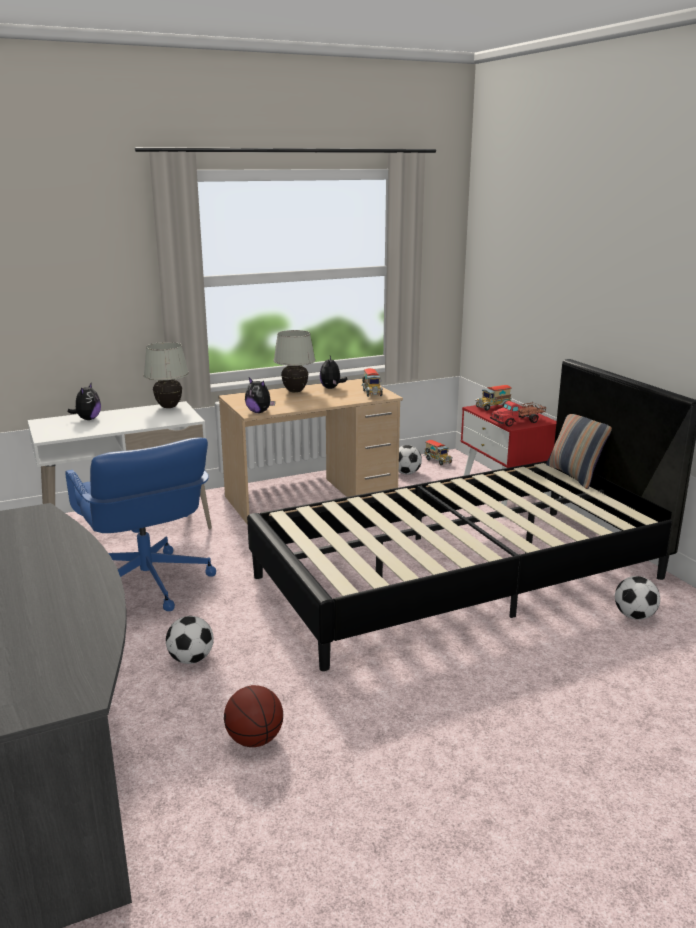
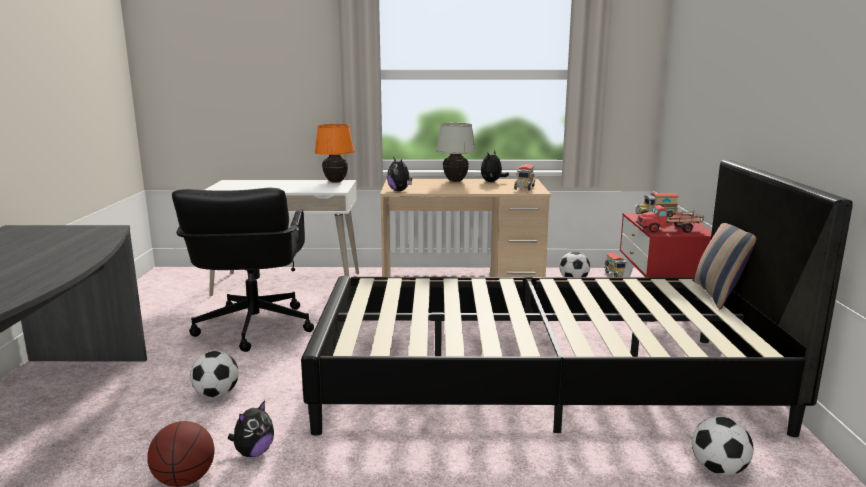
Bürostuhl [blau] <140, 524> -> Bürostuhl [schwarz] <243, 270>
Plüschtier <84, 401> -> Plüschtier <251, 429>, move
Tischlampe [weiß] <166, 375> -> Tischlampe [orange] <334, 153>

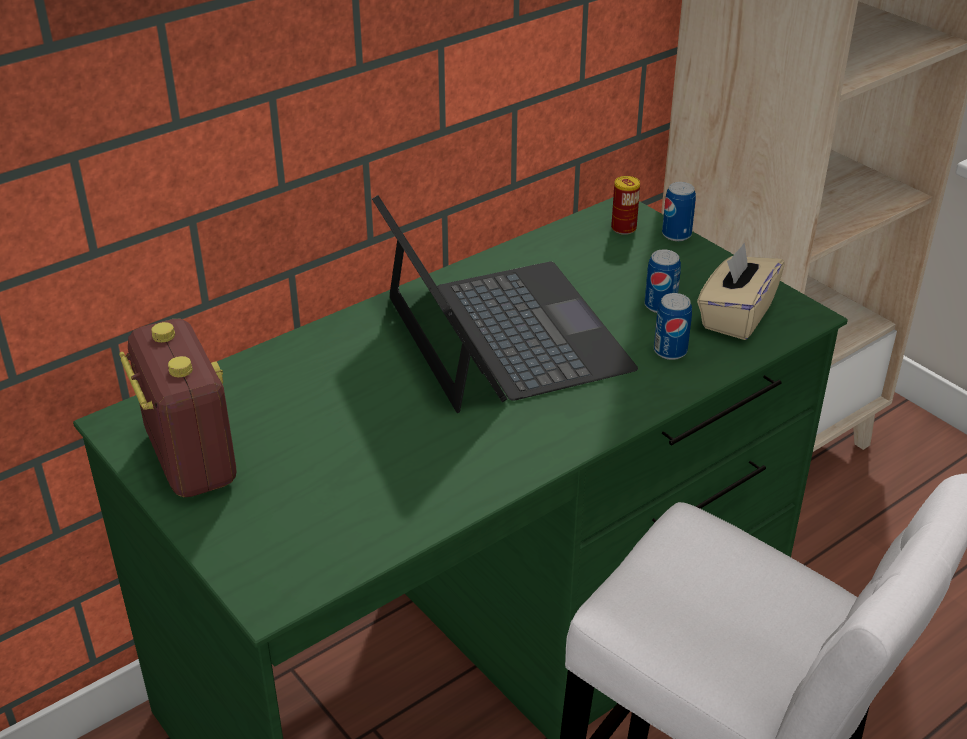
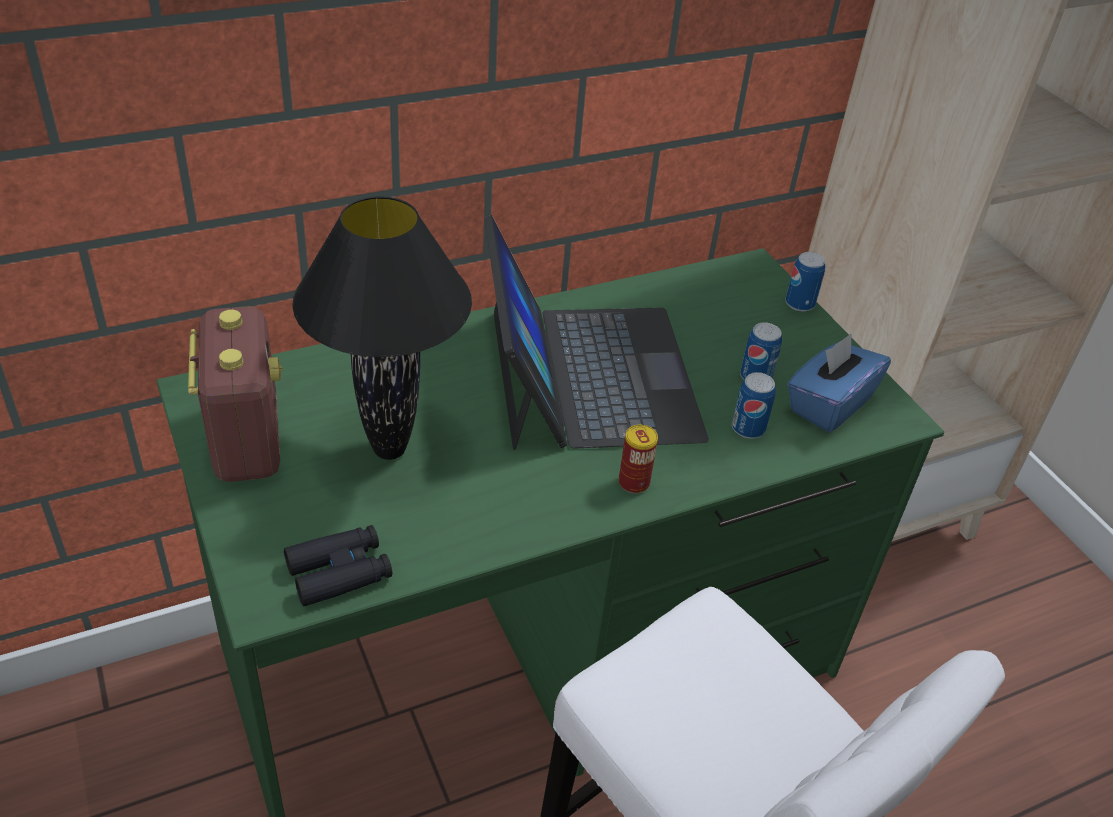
none -> Fernglas [schwarz] <338, 565>
none -> Tischlampe [schwarz] <382, 328>
Dose <625, 205> -> Dose <638, 459>, move
Taschentuchbox [beige] <741, 291> -> Taschentuchbox [blau] <839, 383>

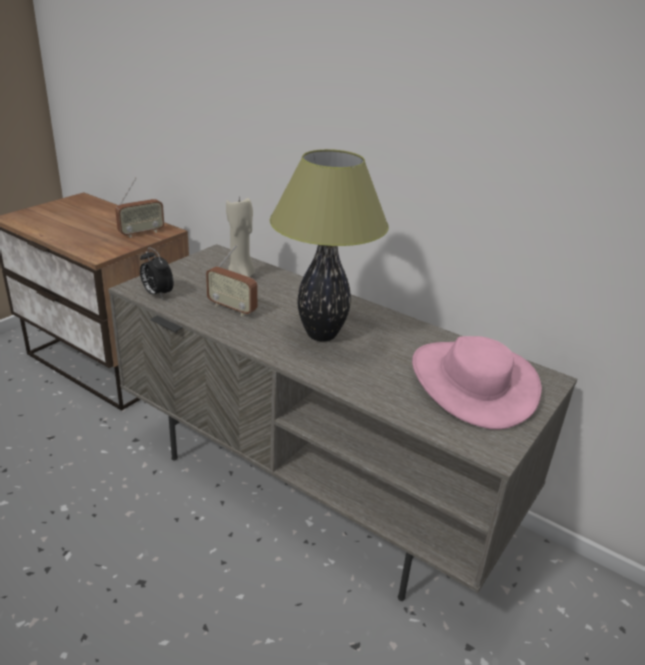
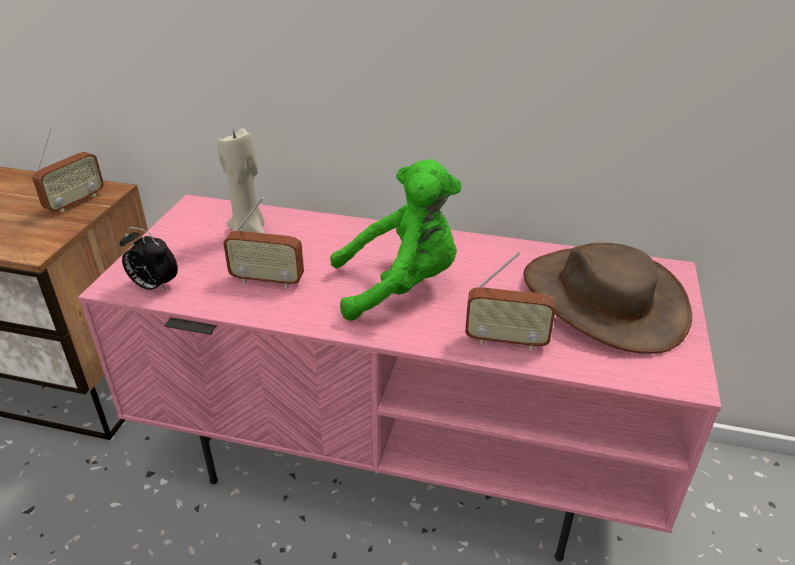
Fernsehschrank [grau] <342, 422> -> Fernsehschrank [rosa] <399, 378>
Tischlampe <329, 245> -> Plüschtier [grün] <395, 240>
none -> Radio <510, 301>
Hut [rosa] <477, 383> -> Hut [braun] <608, 298>

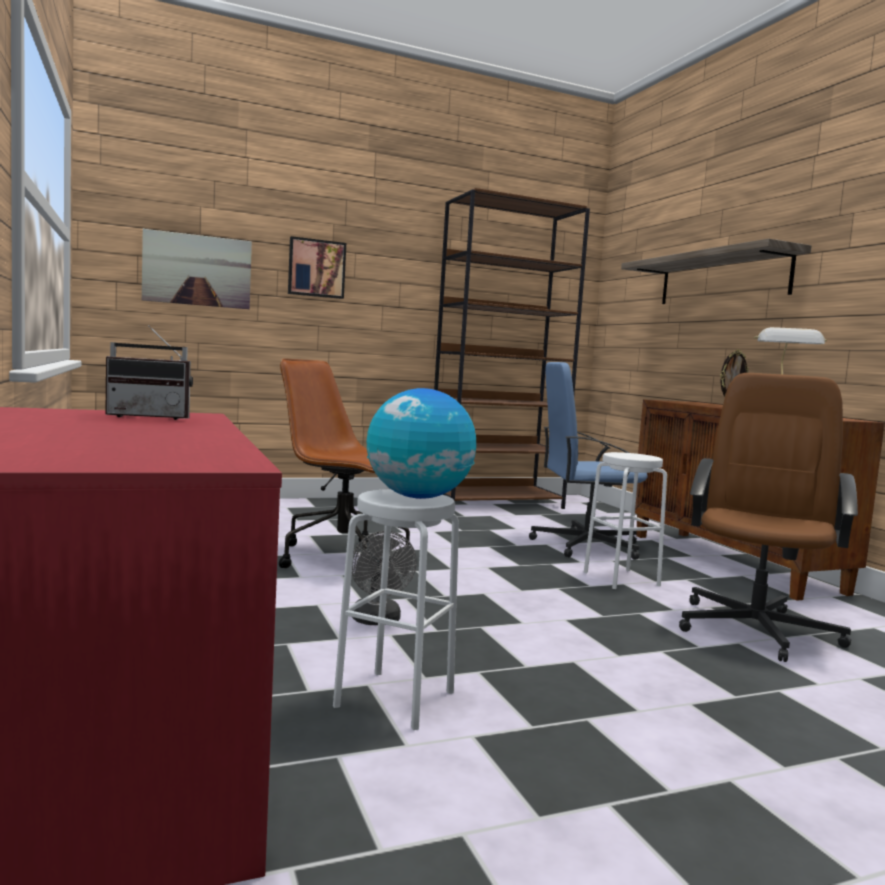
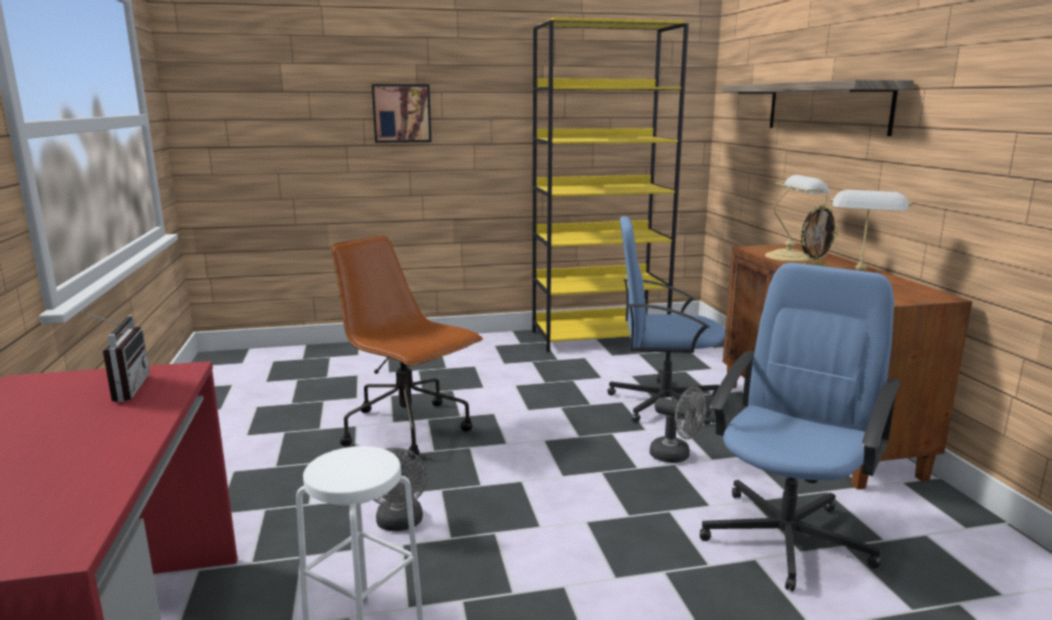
Radio <149, 372> -> Radio <116, 357>, 105 degrees counterclockwise
Bücherregal [braun] <512, 348> -> Bücherregal [gelb] <610, 185>
Hocker [weiß] <625, 520> -> Ventilator [grau] <678, 425>
Bürostuhl [braun] <768, 517> -> Bürostuhl [blau] <800, 427>
none -> Tischlampe <798, 218>
Bild <197, 269> -> none
Globus <421, 443> -> none

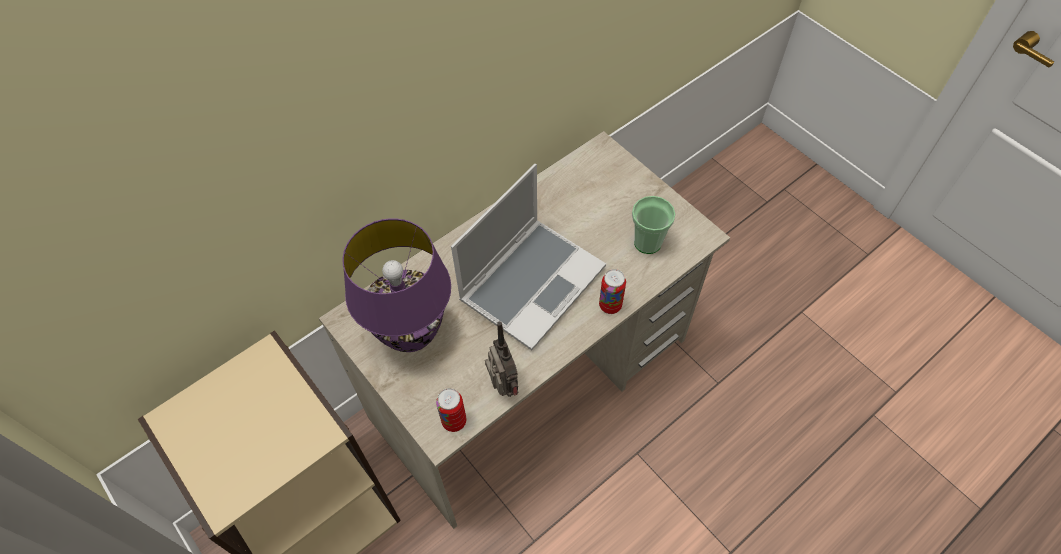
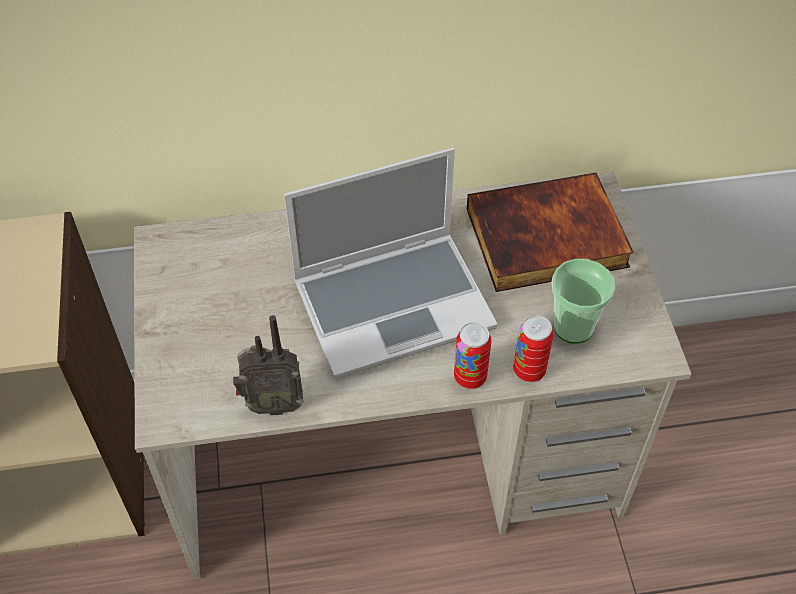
Radio <501, 359> -> Radio <268, 365>, 75 degrees clockwise
none -> Buch <550, 232>
Dose <451, 410> -> Dose <533, 348>, move
Tischlampe [lila] <396, 285> -> none

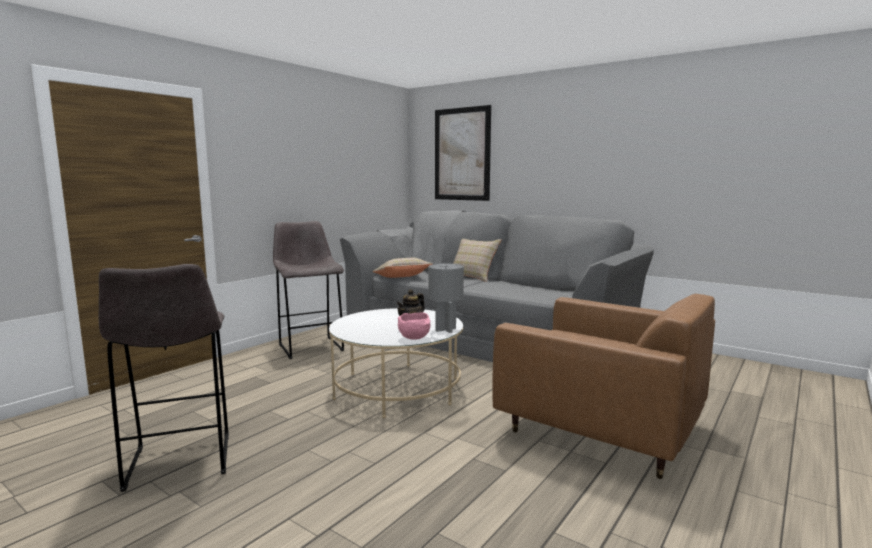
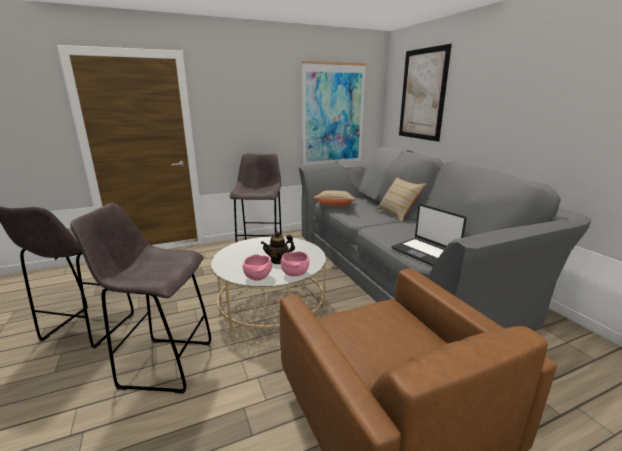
none -> Hocker [grau] <141, 298>
Tischlampe [grau] <446, 298> -> Schüssel [rosa] <295, 263>
none -> Bild <334, 113>
none -> Laptop <429, 235>

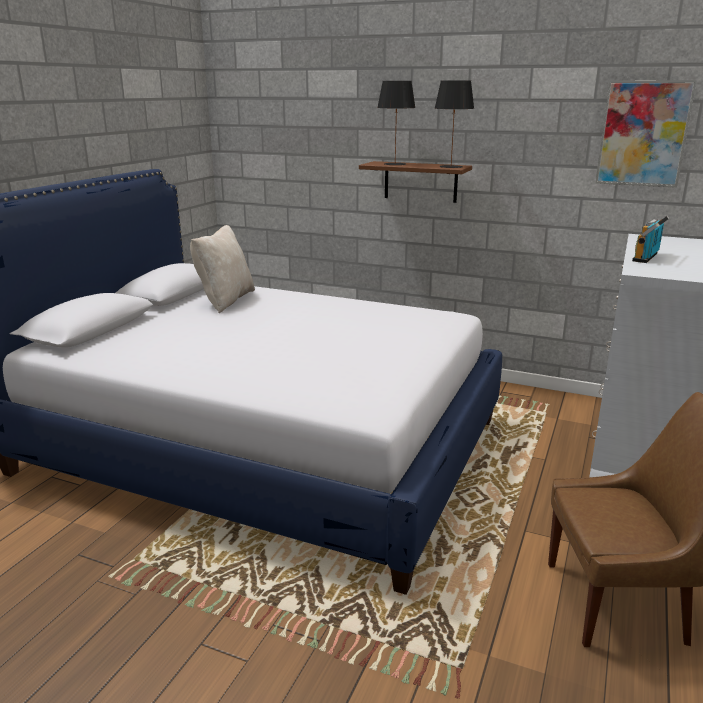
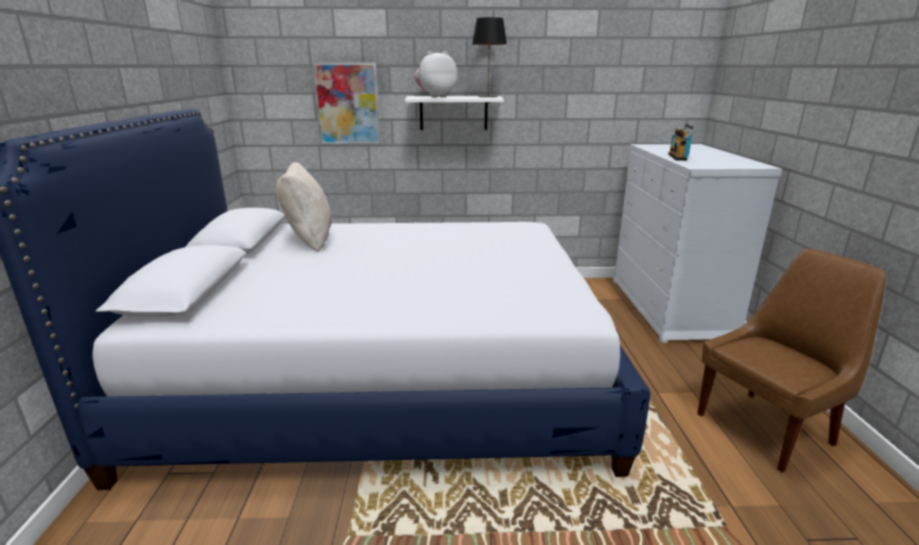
Bild <646, 134> -> Bild <346, 103>, move
Wandregal [braun] <415, 182> -> Wandregal [weiß] <454, 113>
Tischlampe [schwarz] <396, 123> -> Plüschtier <435, 74>

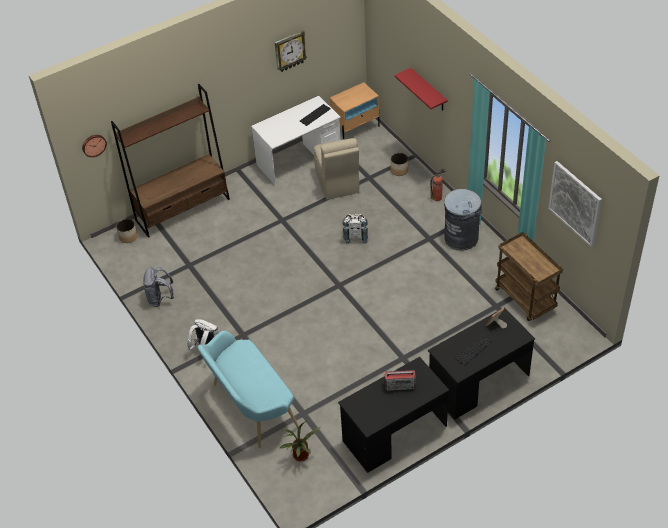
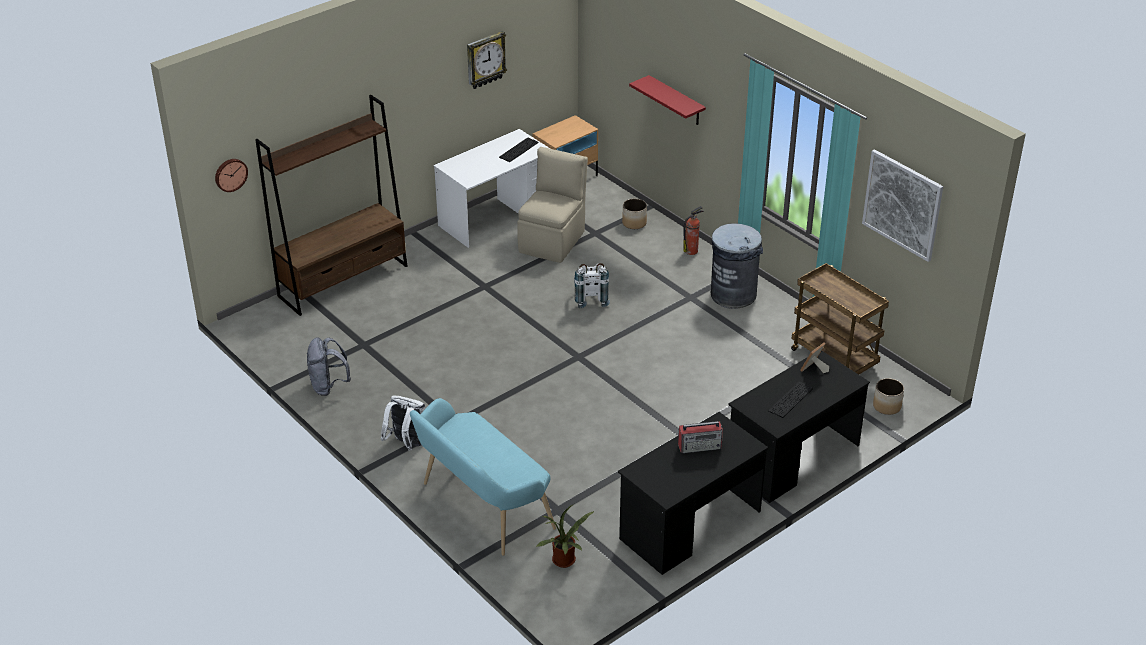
Stuhl [beige] <336, 169> -> Stuhl [beige] <552, 205>, 135 degrees counterclockwise
Pflanzkübel <126, 231> -> Pflanzkübel <888, 396>, move

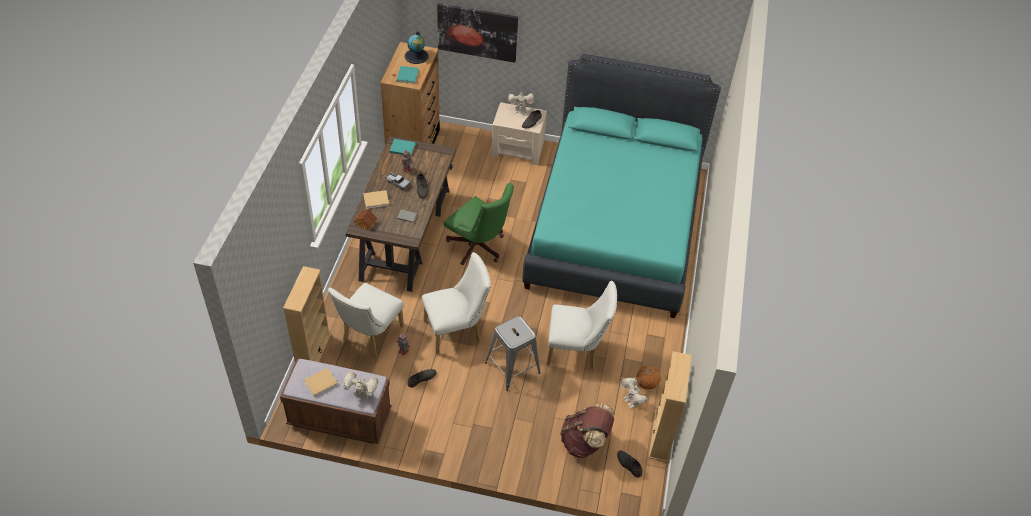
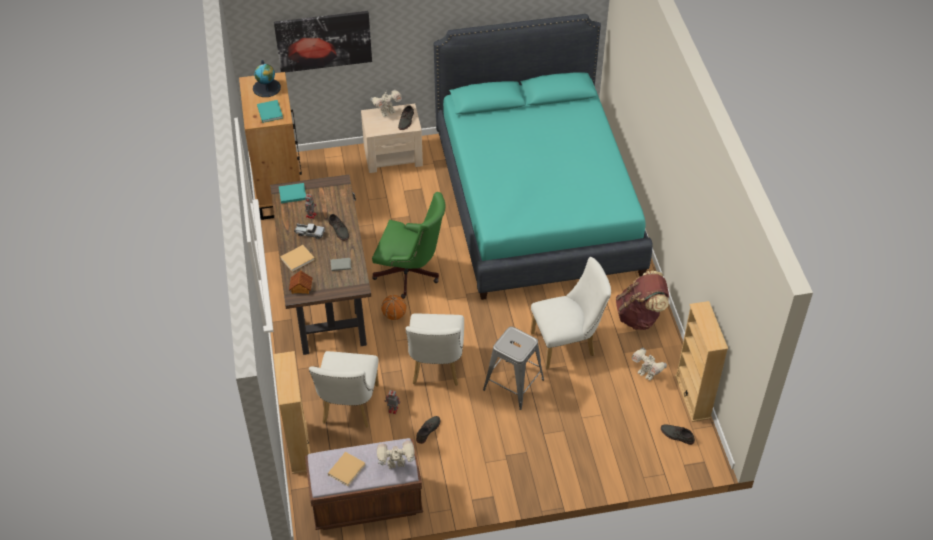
Basketball <648, 378> -> Basketball <394, 307>, move
Stuhl [weiß] <456, 303> -> Stuhl [weiß] <434, 350>, 135 degrees clockwise
Rucksack [braun] <587, 430> -> Rucksack [braun] <642, 300>, move

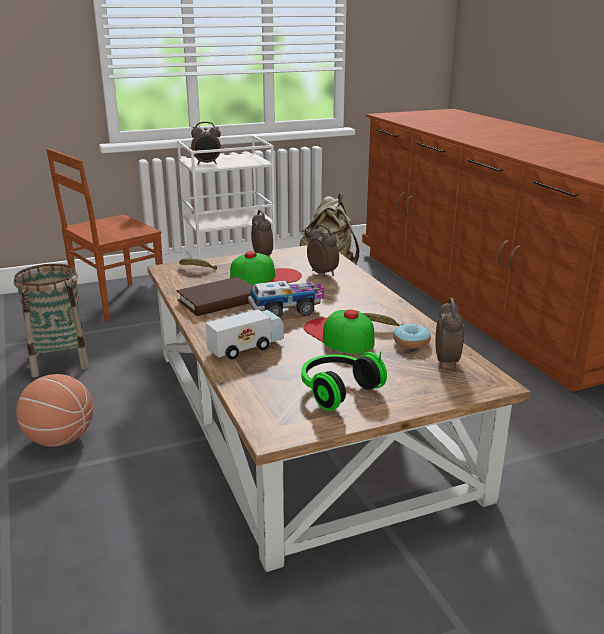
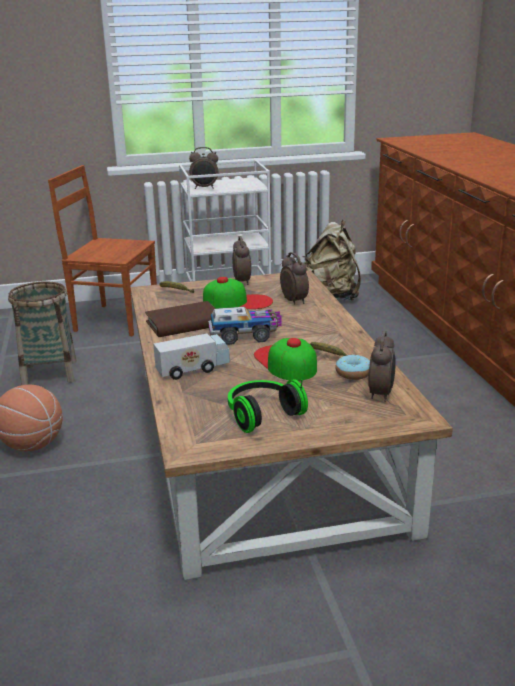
Stuhl [braun] <104, 235> -> Stuhl [braun] <102, 250>, 45 degrees clockwise

